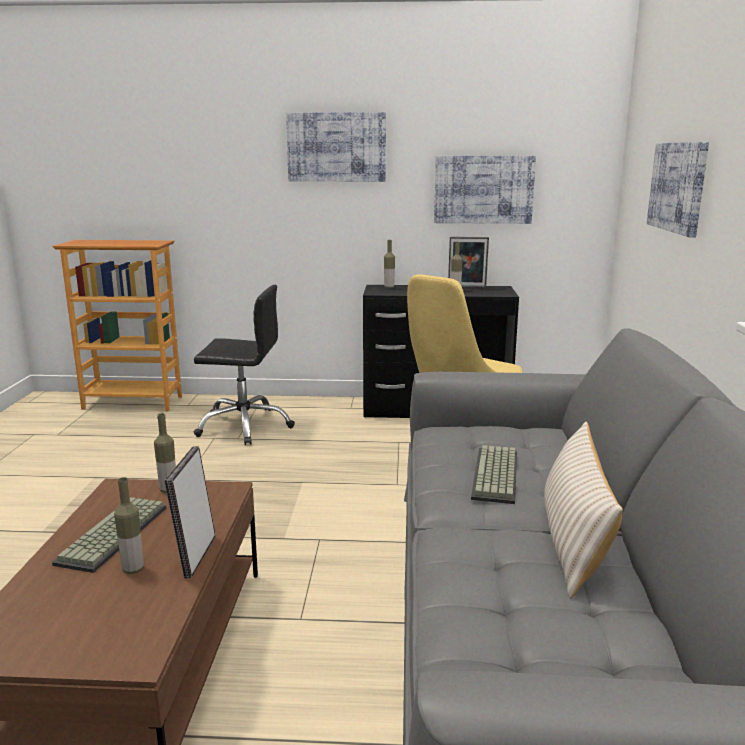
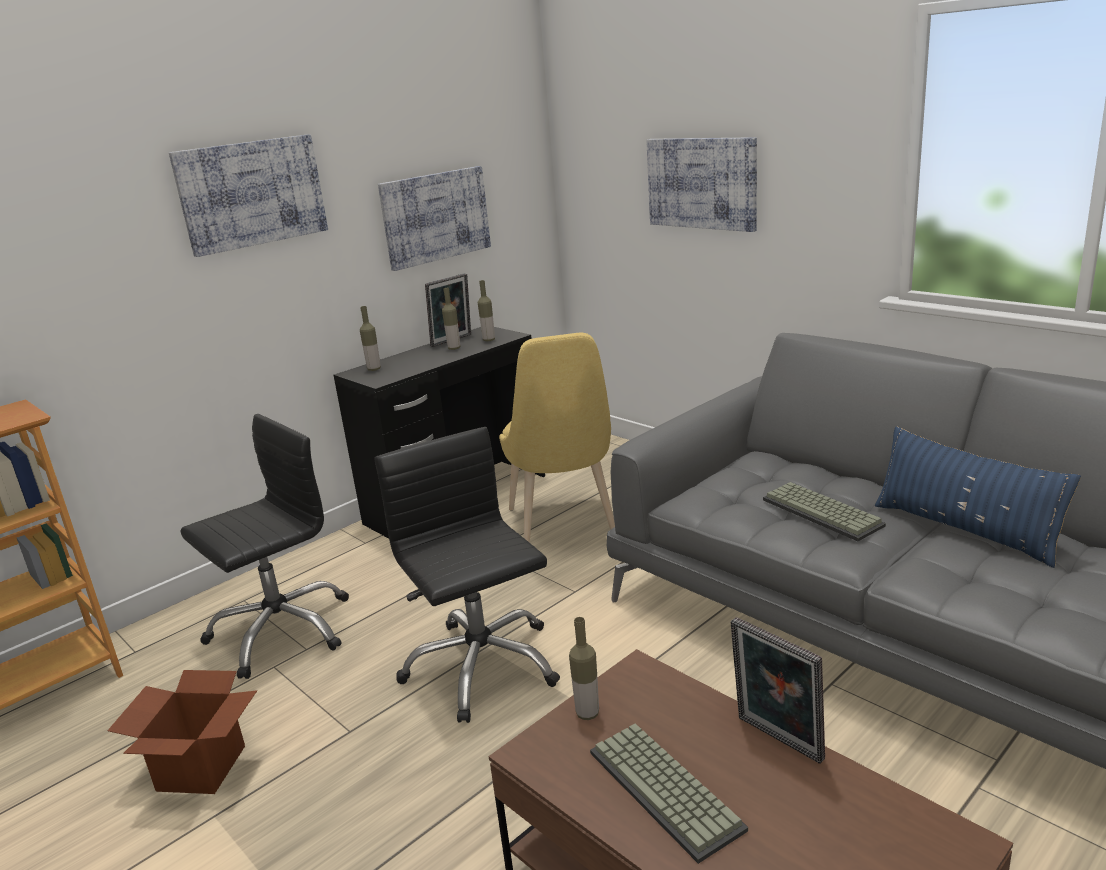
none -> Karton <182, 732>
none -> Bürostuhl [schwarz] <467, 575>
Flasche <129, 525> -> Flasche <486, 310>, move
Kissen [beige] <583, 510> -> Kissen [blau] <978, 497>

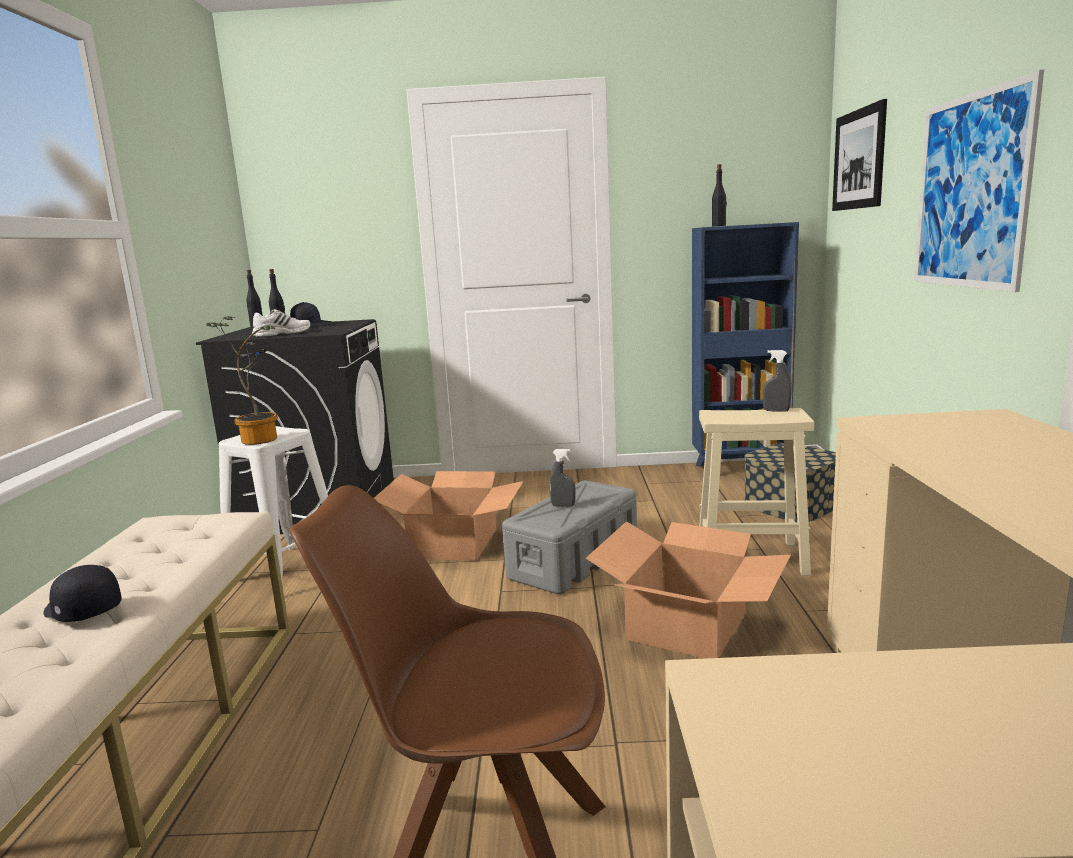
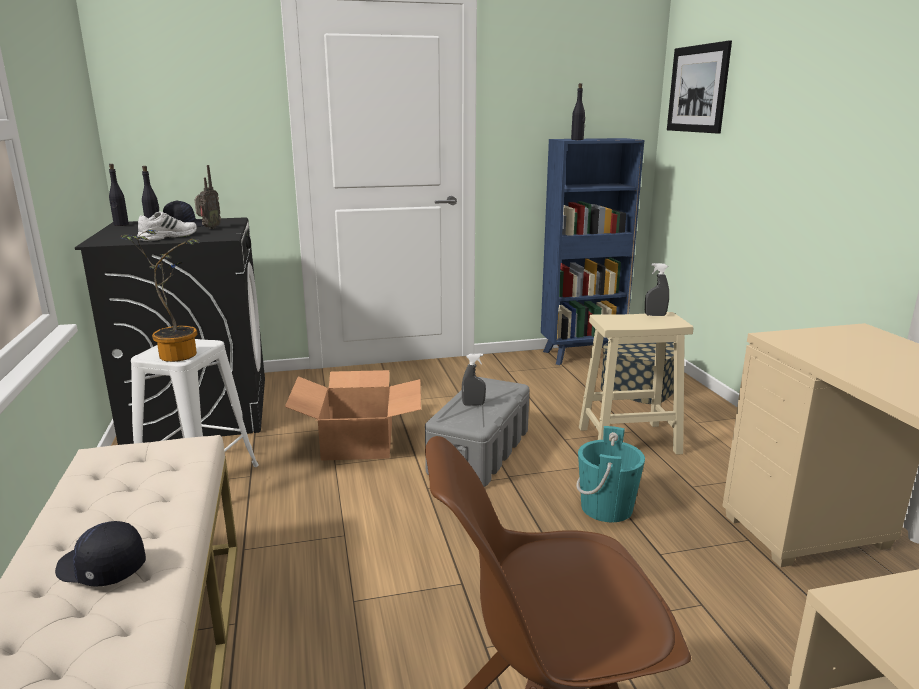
none -> Radio <208, 197>
Karton <688, 590> -> Eimer [türkis] <610, 474>
Bild <979, 181> -> none

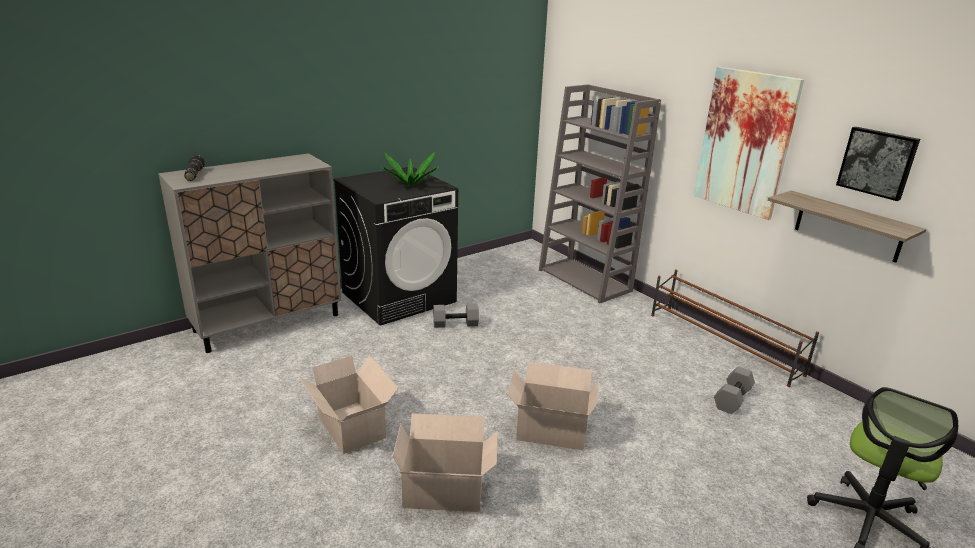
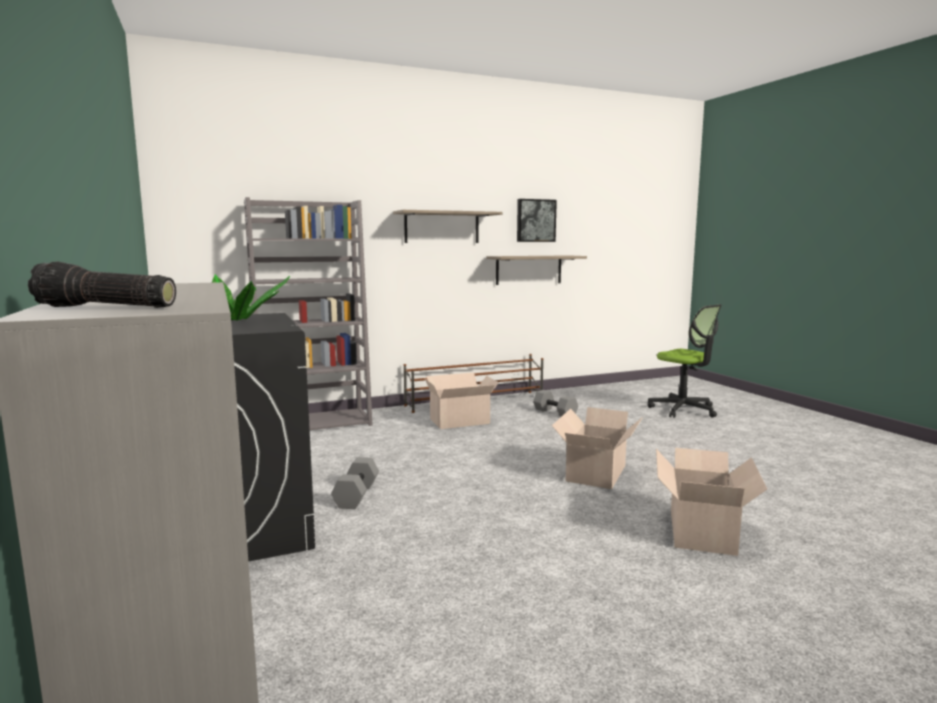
Bild <749, 143> -> Wandregal <447, 226>
Karton <348, 405> -> Karton <462, 401>, move

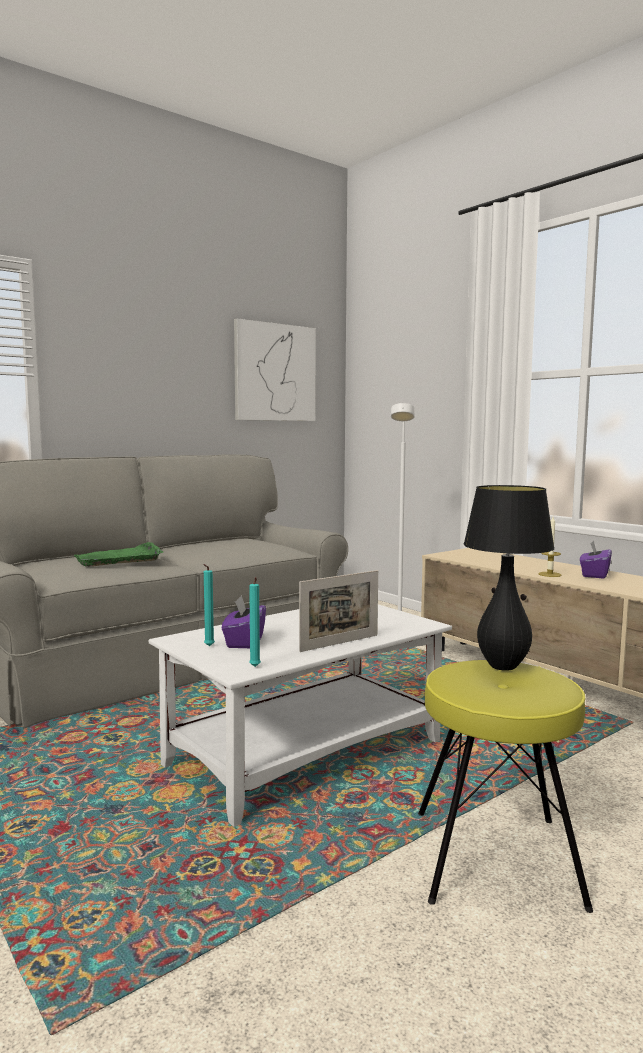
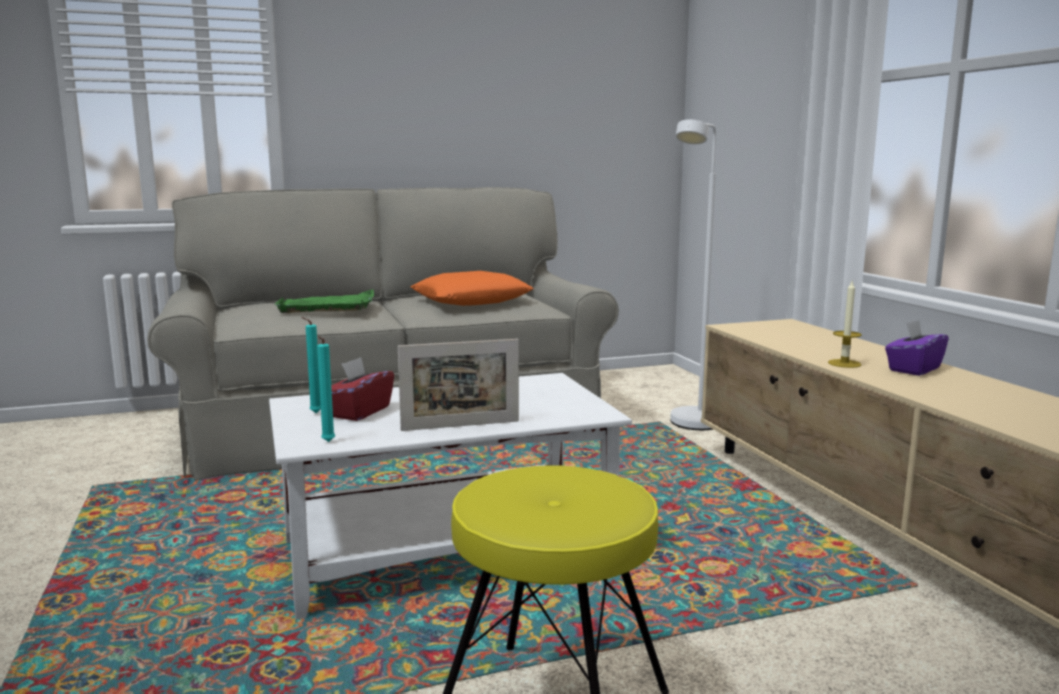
Taschentuchbox [lila] <244, 621> -> Taschentuchbox [rot] <362, 389>
none -> Kissen [orange] <472, 288>
Bild <275, 369> -> none
Tischlampe [schwarz] <509, 578> -> none

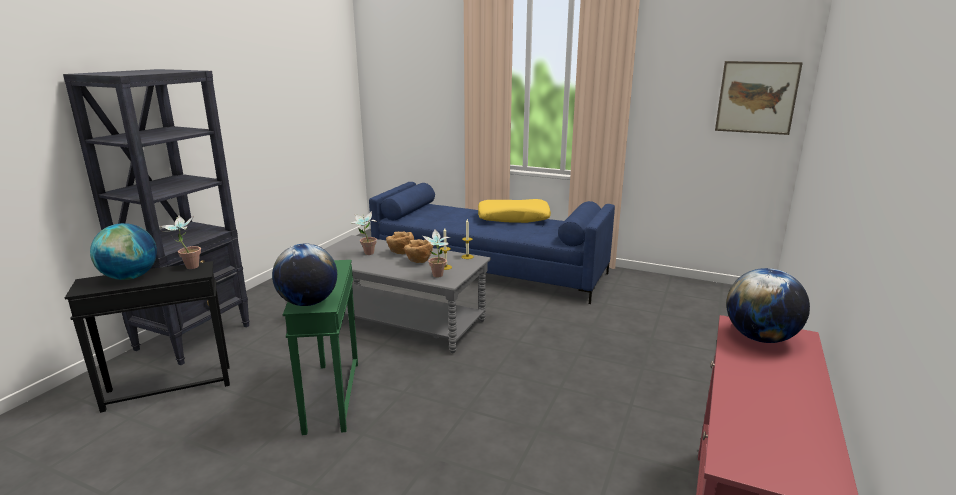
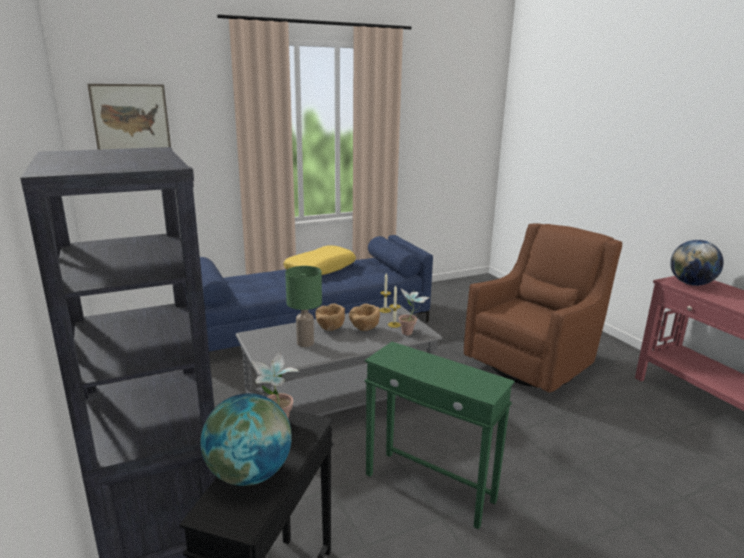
Bild <759, 98> -> Bild <129, 117>, move
Topfpflanze <364, 233> -> Tischlampe [grün] <303, 306>
none -> Sessel [braun] <543, 308>
Globus <304, 274> -> none

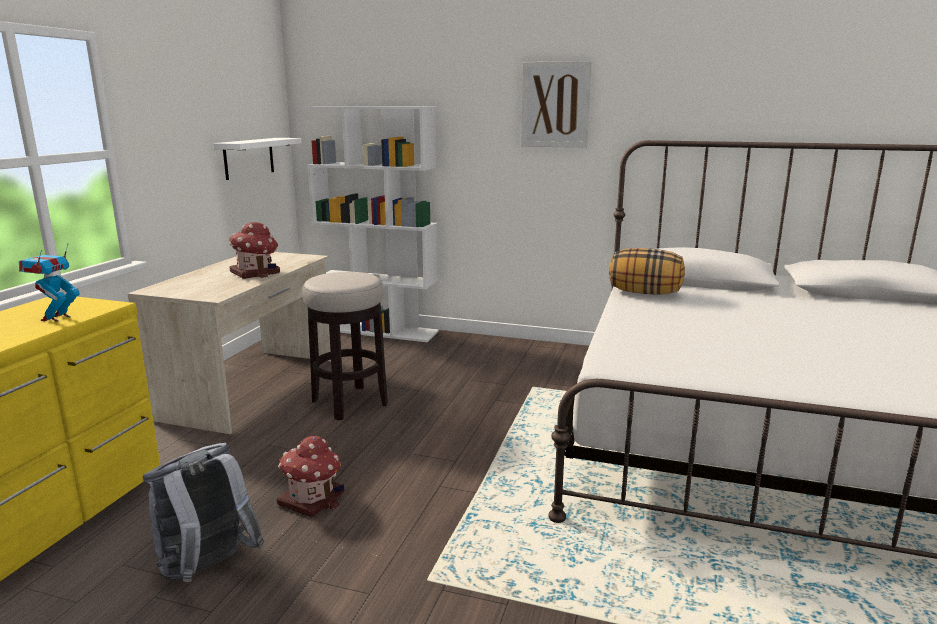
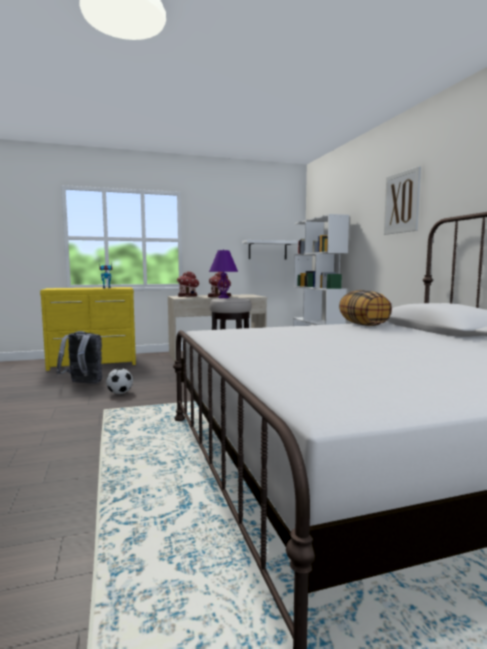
none -> Fußball <119, 381>
Spielzeughaus <310, 476> -> Spielzeughaus <188, 284>, move
none -> Tischlampe [lila] <223, 273>

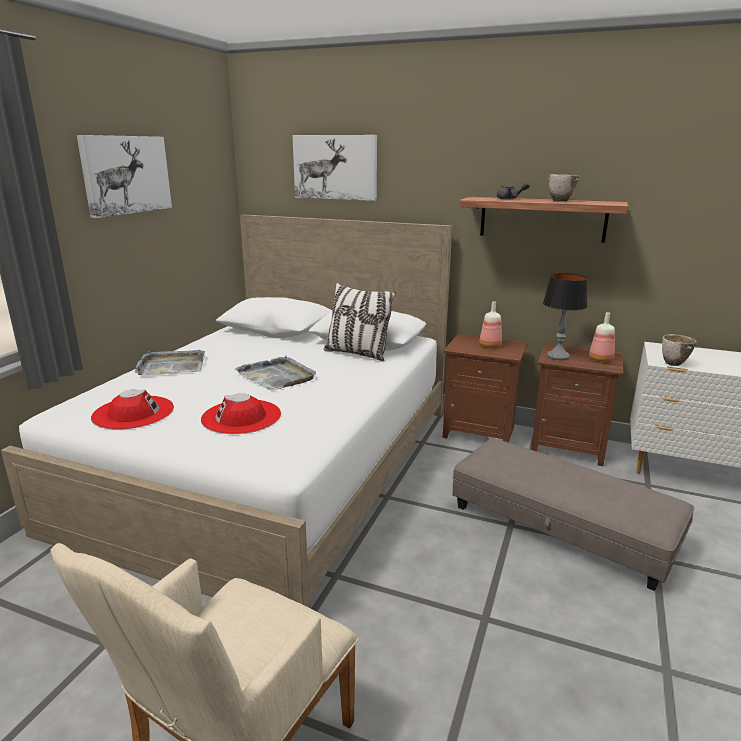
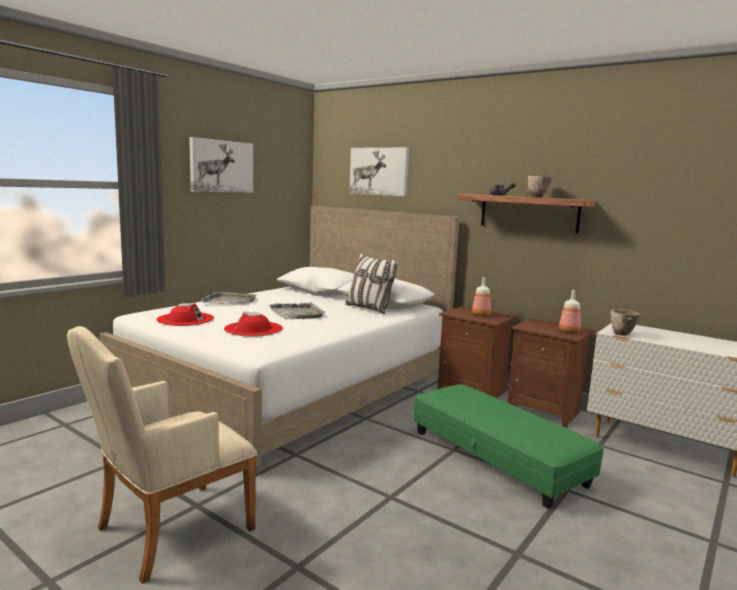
Polsterhocker [grau] <573, 515> -> Polsterhocker [grün] <508, 446>
Tischlampe <565, 316> -> none

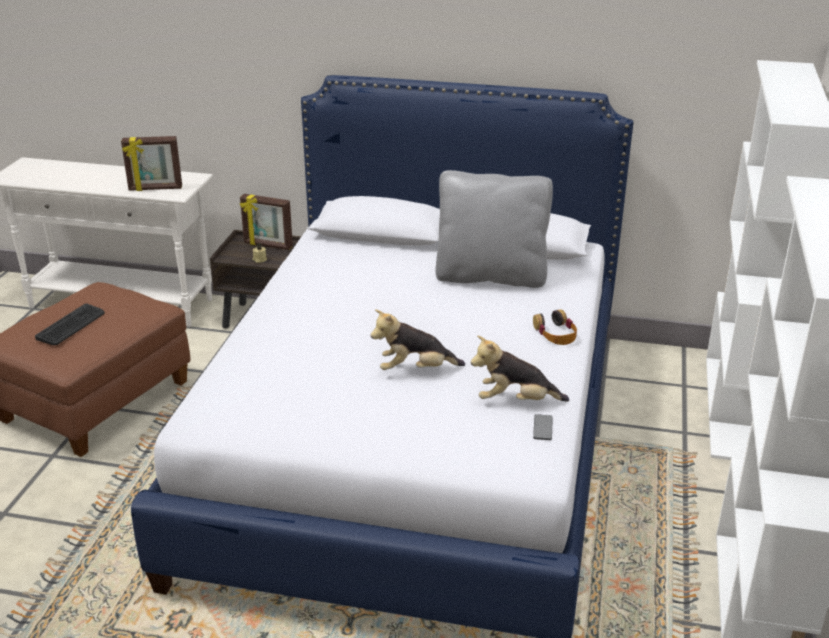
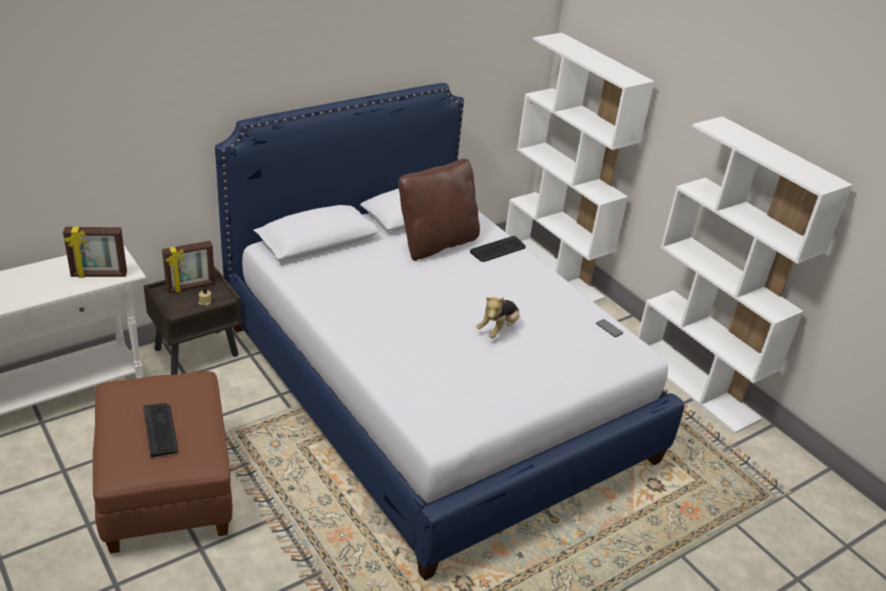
Bilderrahmen <151, 163> -> Bilderrahmen <95, 252>, 45 degrees clockwise
Kissen [grau] <494, 229> -> Kissen [braun] <439, 210>
none -> Tastatur <498, 249>
Plüschtier <520, 368> -> none
Kopfhörer <555, 327> -> none

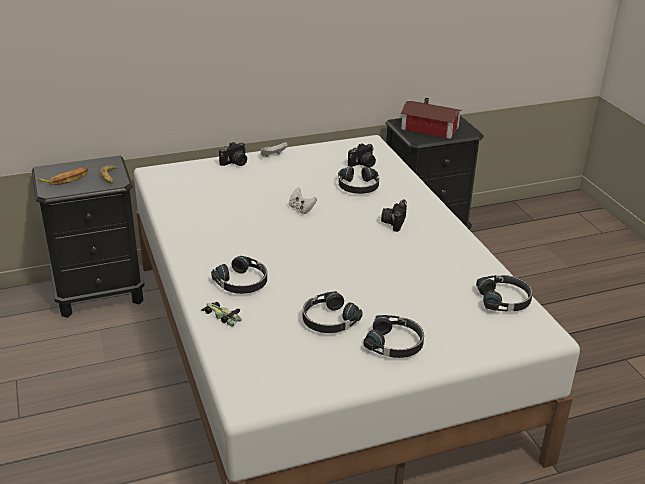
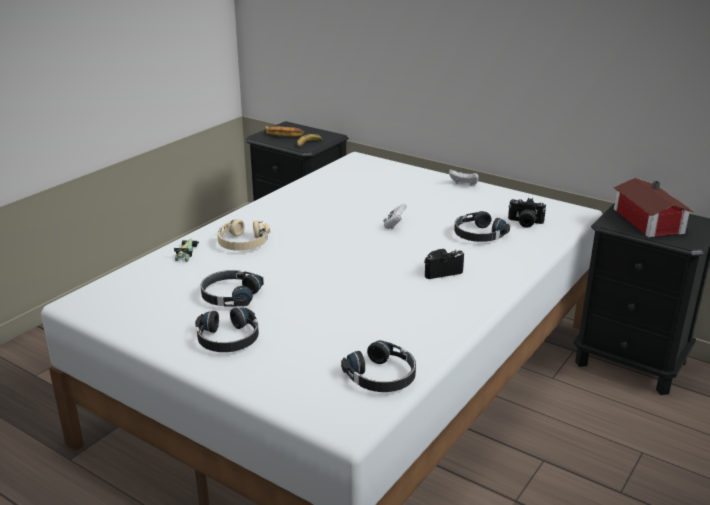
Kopfhörer [schwarz] <239, 275> -> Kopfhörer [beige] <243, 235>
Kamera <233, 154> -> none

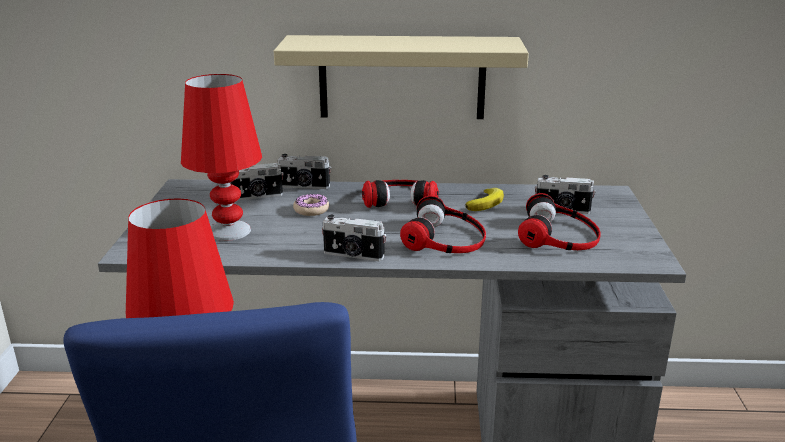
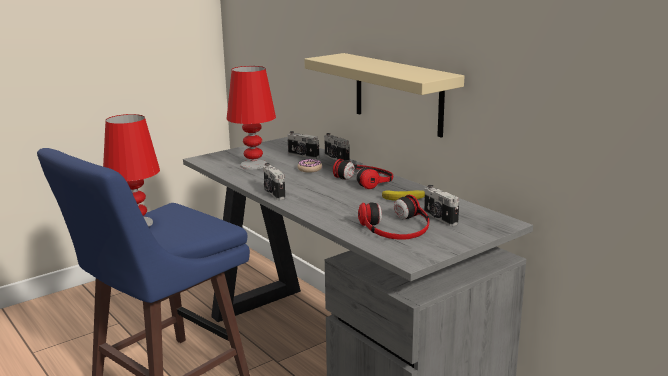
Kopfhörer <443, 224> -> none

